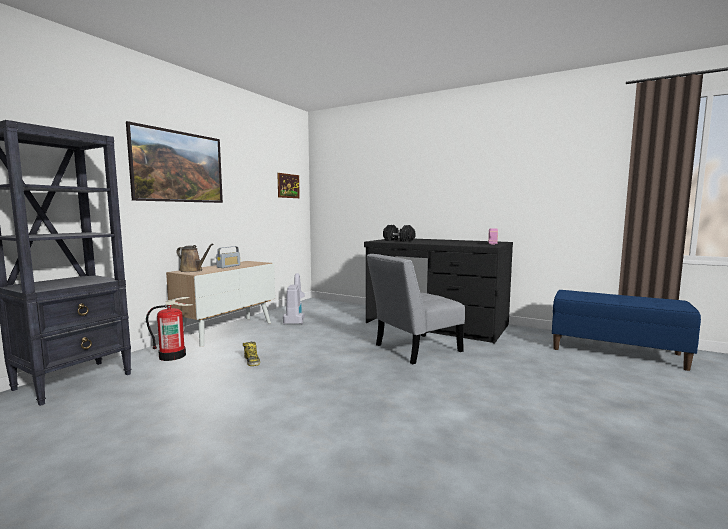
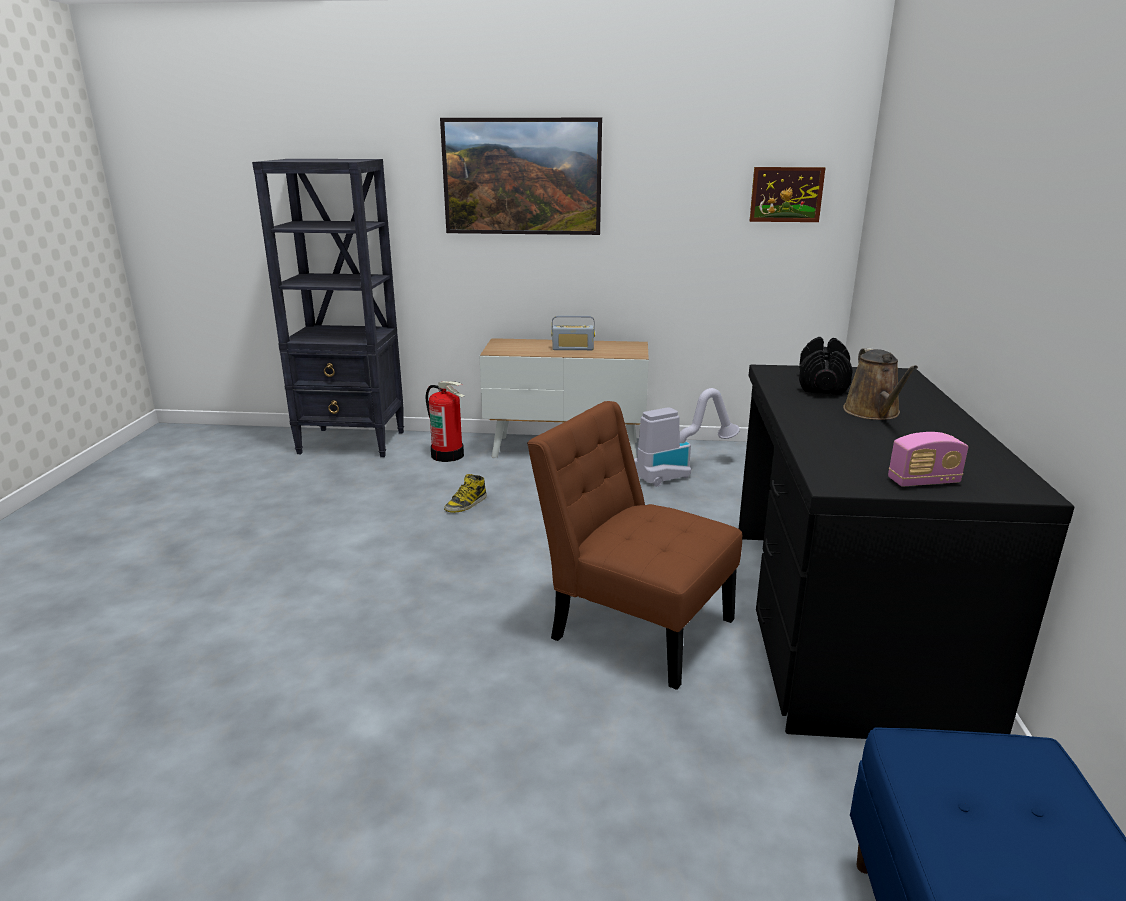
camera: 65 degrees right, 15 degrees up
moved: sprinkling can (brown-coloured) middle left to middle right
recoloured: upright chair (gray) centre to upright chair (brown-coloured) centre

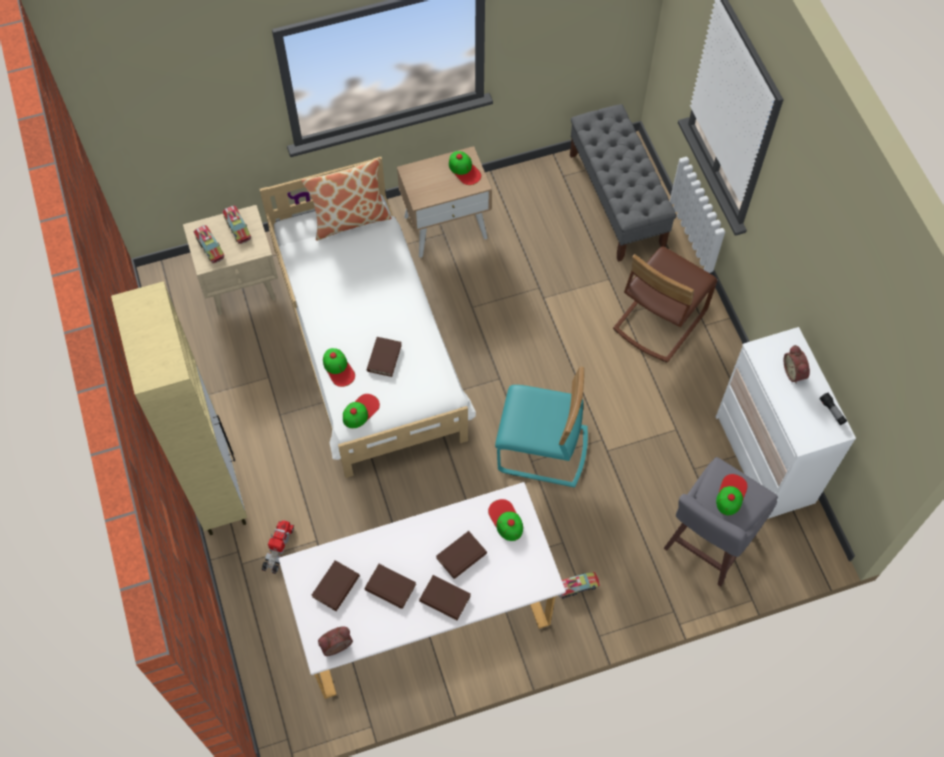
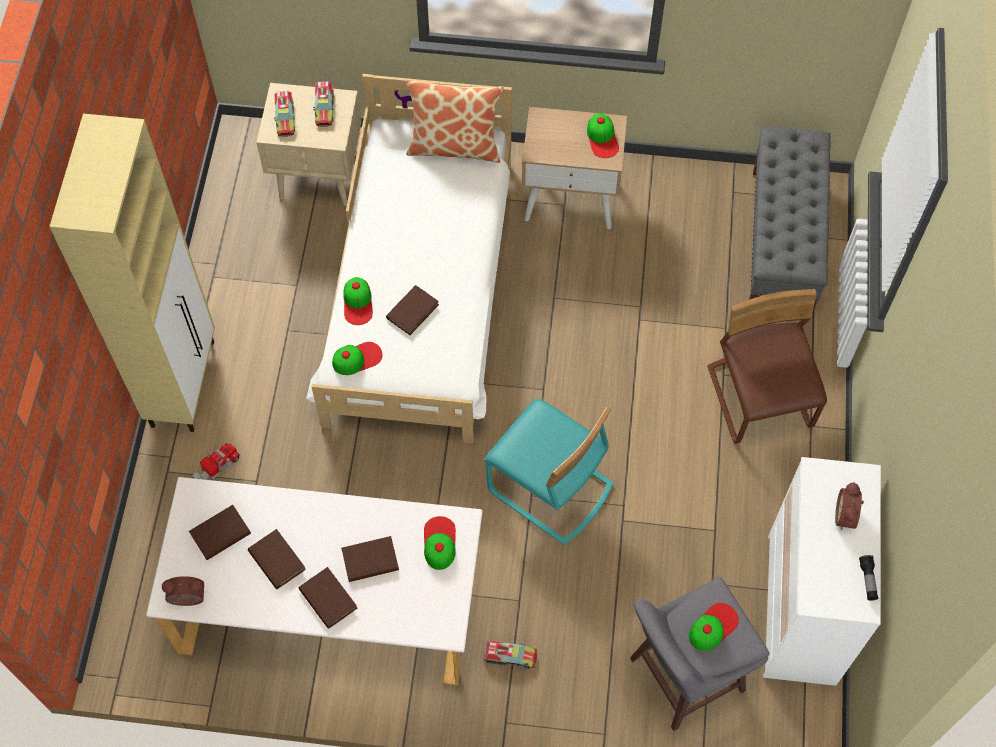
camera: 25 degrees right, 0 degrees up
turned: upright chair (brown-coloured) middle right = middle right 105 degrees clockwise

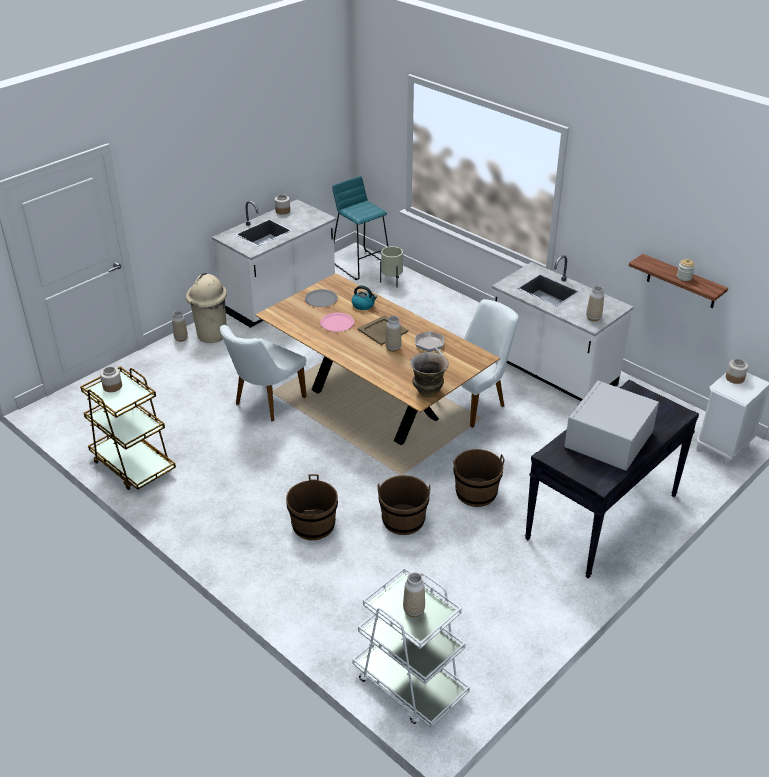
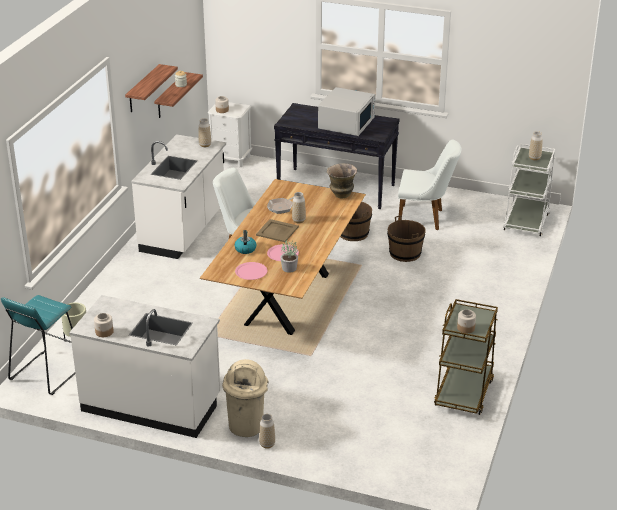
camera: 115 degrees left, 5 degrees down
removed: pail (brown-coloured) (1st from left) centre
added: shelf (1st from left) top left; houseplant centre
moved: upright chair (white-coloured) (1st from left in the first image) centre to upright chair (white-coloured) (2nd from left) middle right
recoloured: flat dish (gray) centre to flat dish (pinkish) (1st from left) centre
turned: microwave (white-coloured) middle right = top centre 75 degrees counterclockwise

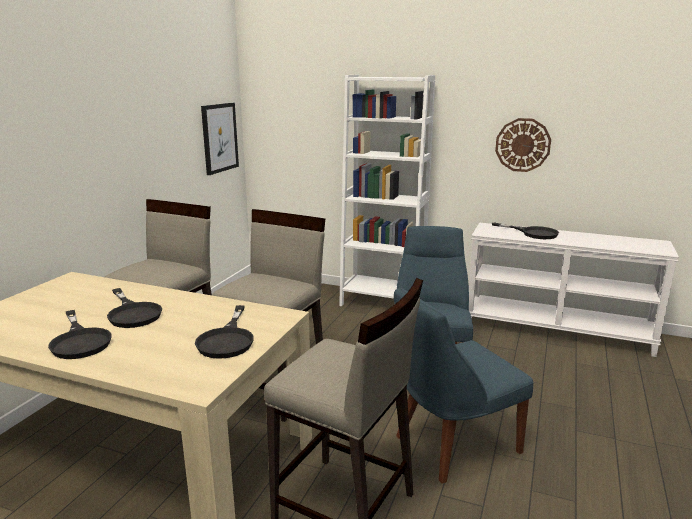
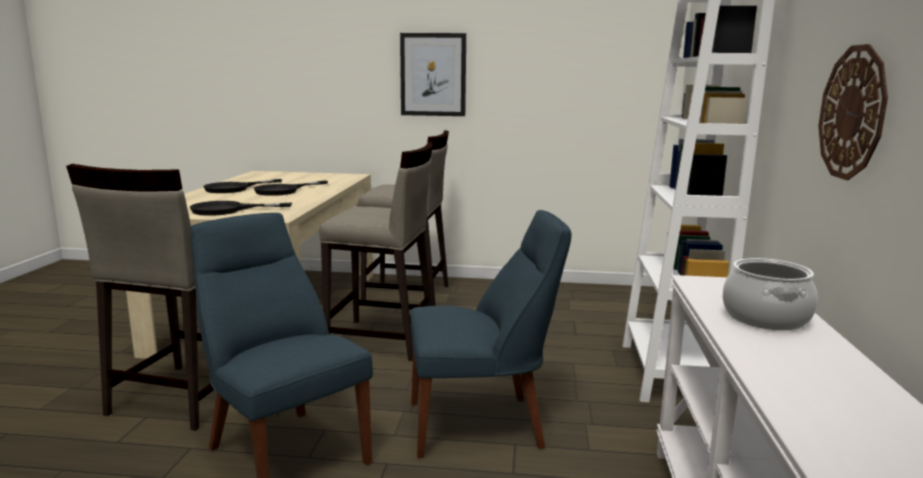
camera: 75 degrees right, 5 degrees down
moved: wall art top left to top centre
replaced: frying pan (black) (4th from left) middle right to cooking pot middle right

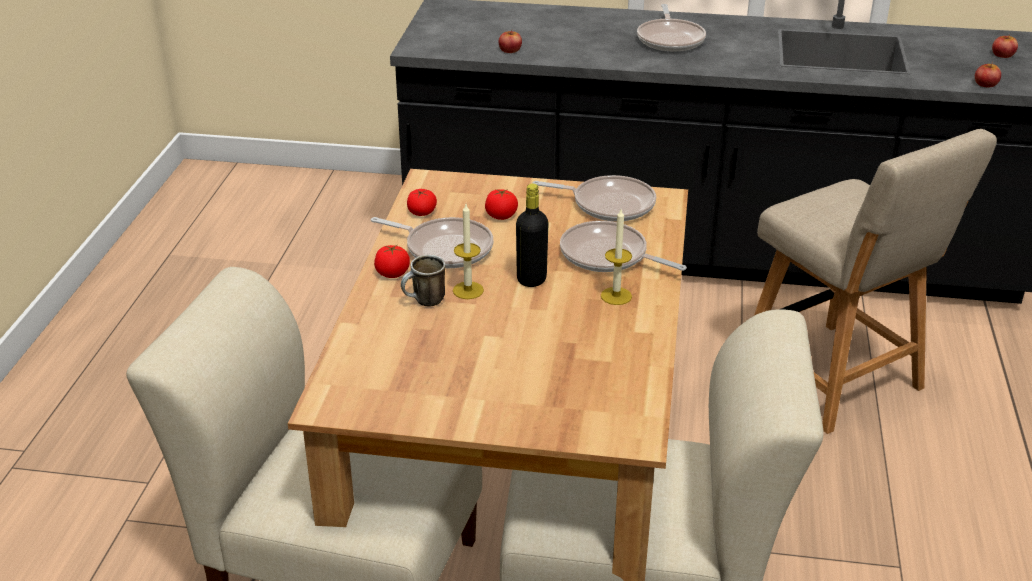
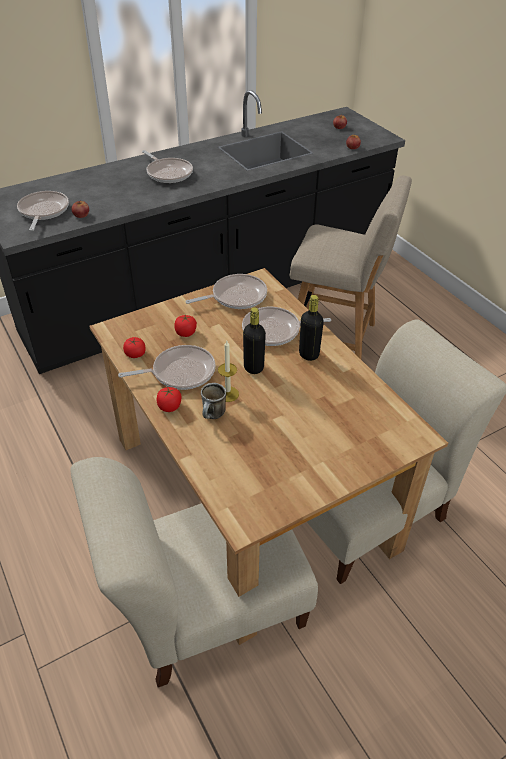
camera: 40 degrees left, 10 degrees up
added: frying pan (1st from left) top left
replaced: wax candle (2nd from left) centre to bottle (black) (2nd from left) centre

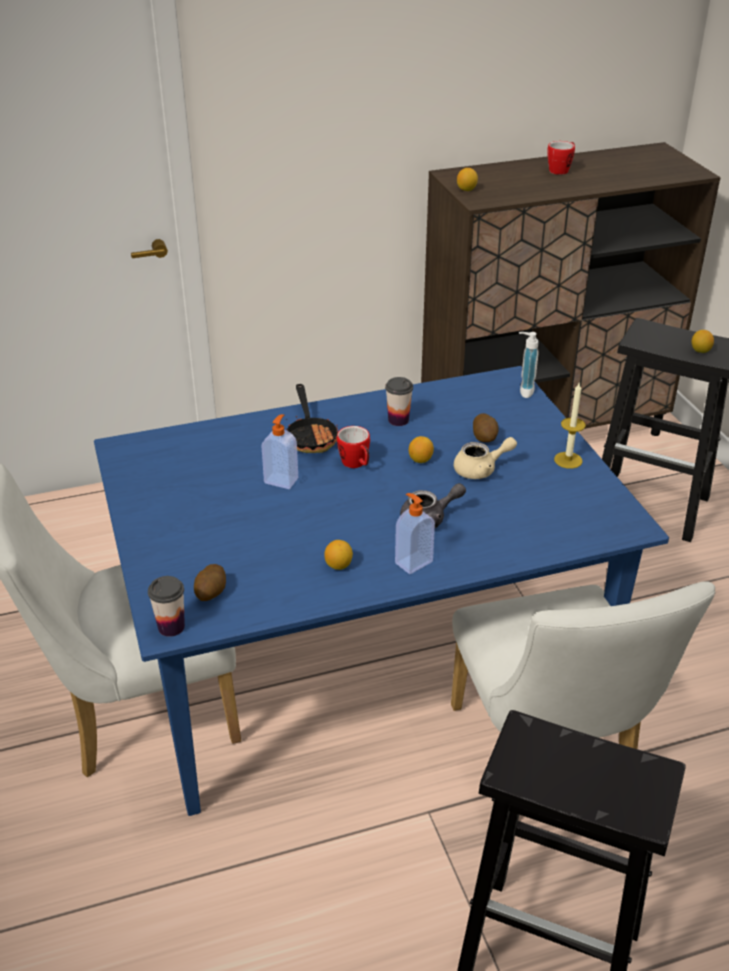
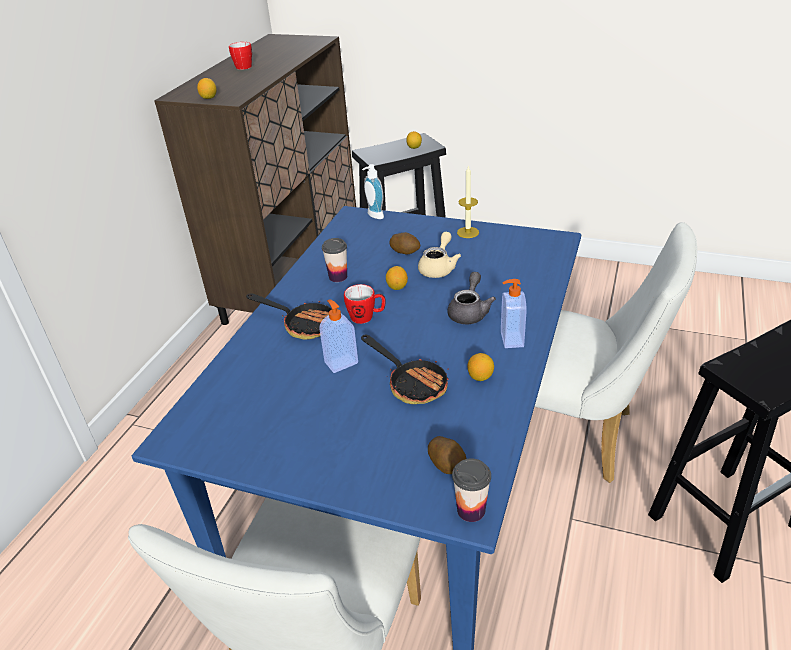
camera: 50 degrees left, 0 degrees up
added: frying pan (2nd from left) centre

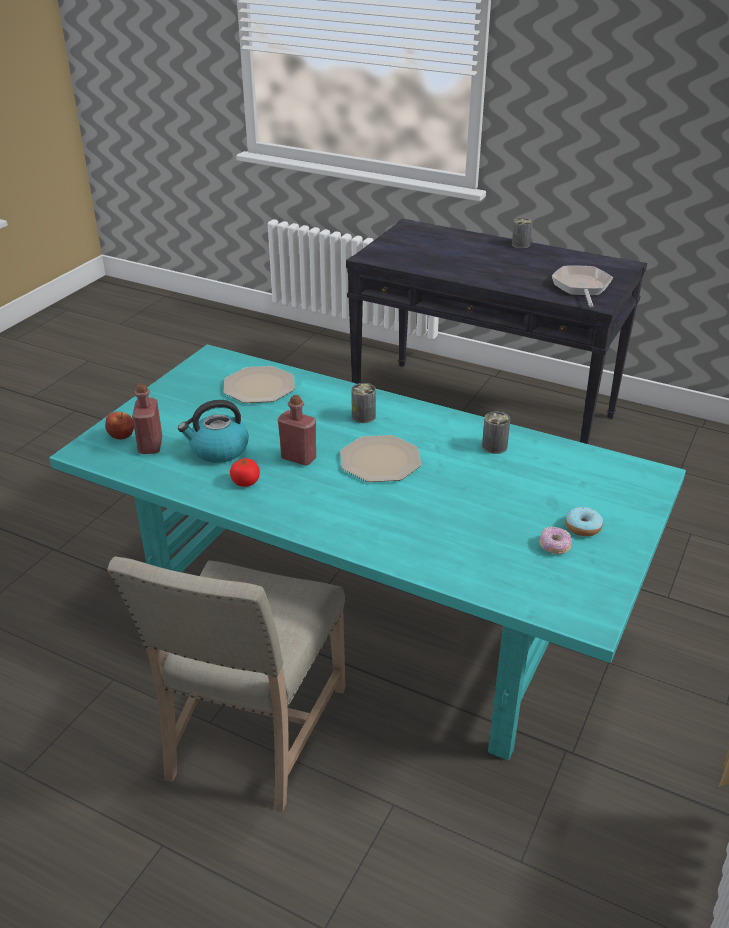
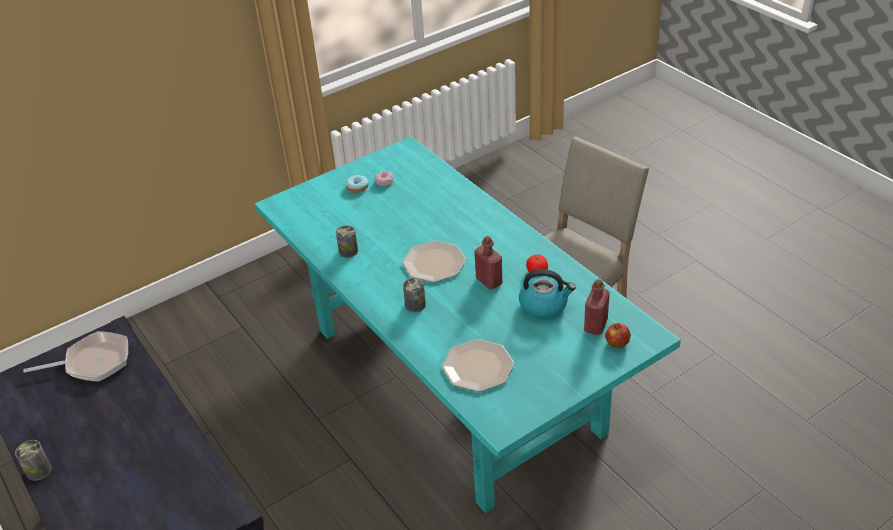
camera: 150 degrees left, 5 degrees up
turned: frying pan top right = bottom left 135 degrees counterclockwise

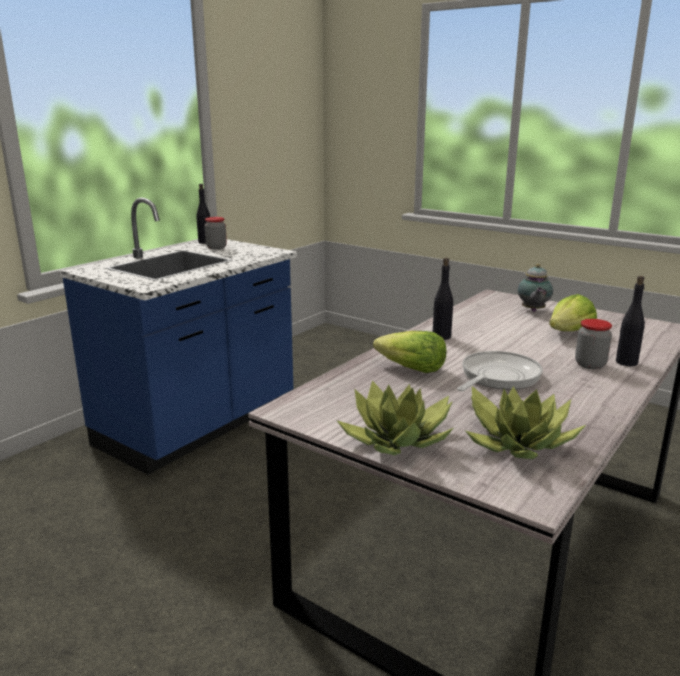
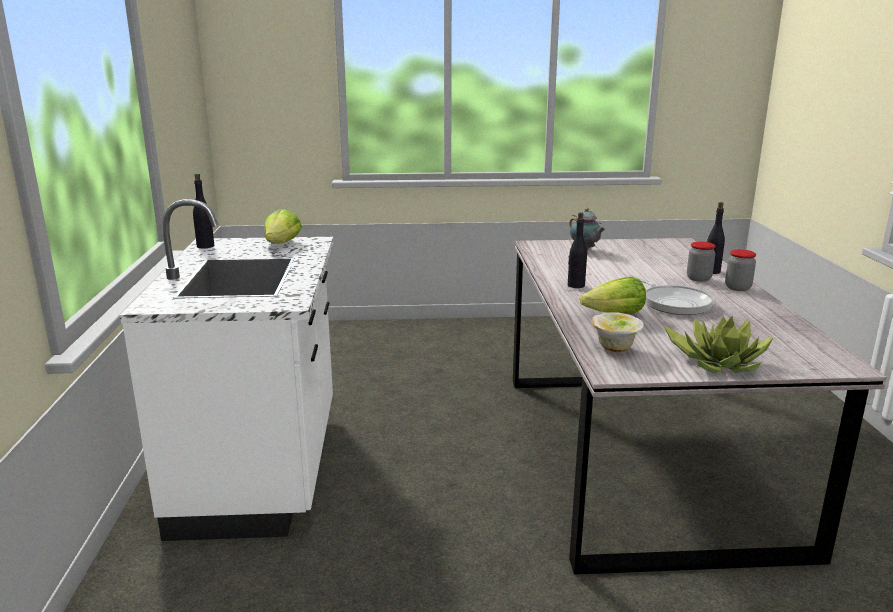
camera: 40 degrees left, 0 degrees up
removed: houseplant (2nd from left) middle right
added: deep dish middle right
moved: lettuce head (2nd from left in the first image) middle right to lettuce head (1st from left) middle left; preserve jar (1st from left in the first image) middle left to preserve jar (2nd from left) middle right
recoloured: kitchen counter (blue-coloured) middle left to kitchen counter (white-coloured) middle left
turned: frying pan middle right = middle right 150 degrees clockwise

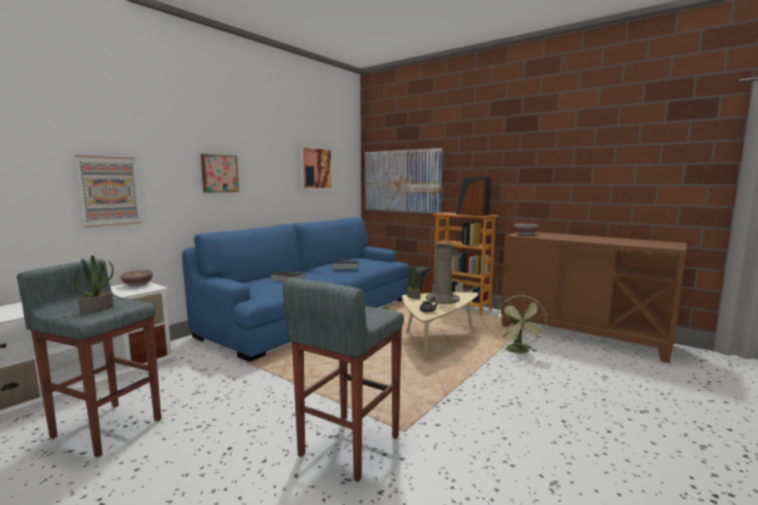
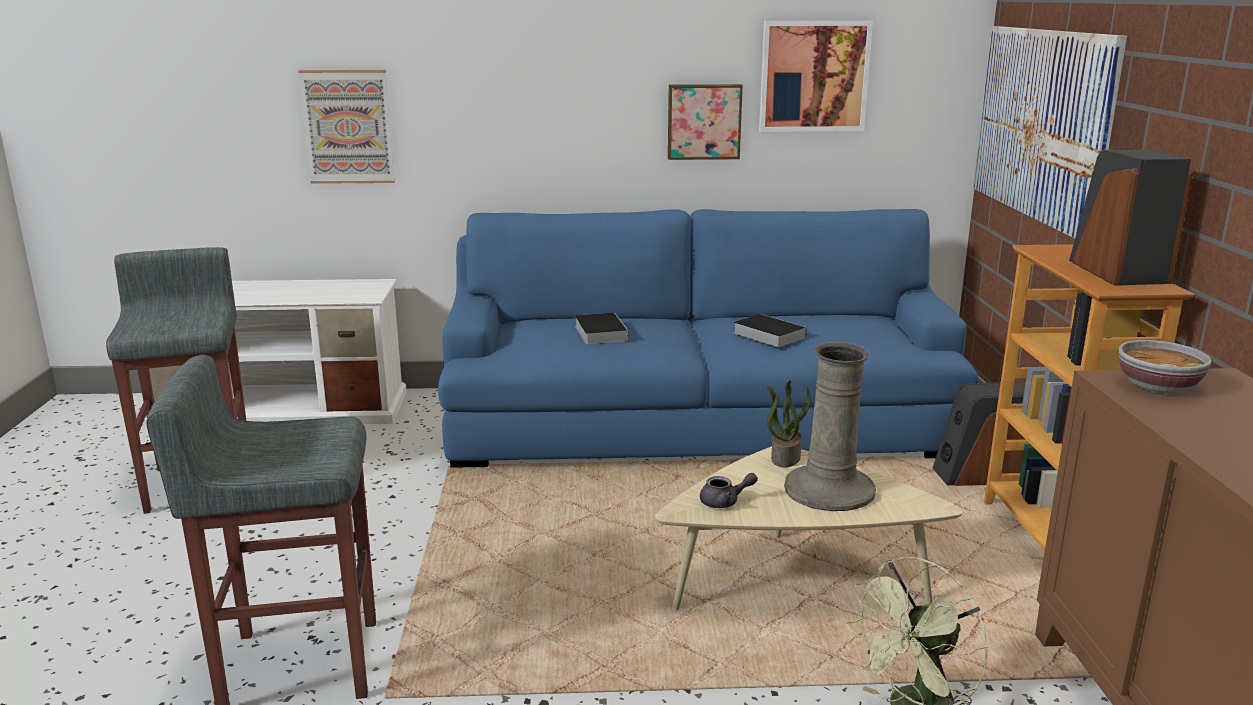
camera: 50 degrees right, 10 degrees up
removed: houseplant (1st from left) middle left; deep dish (1st from left) middle left
moved: wall art (2nd from left) middle left to top centre

